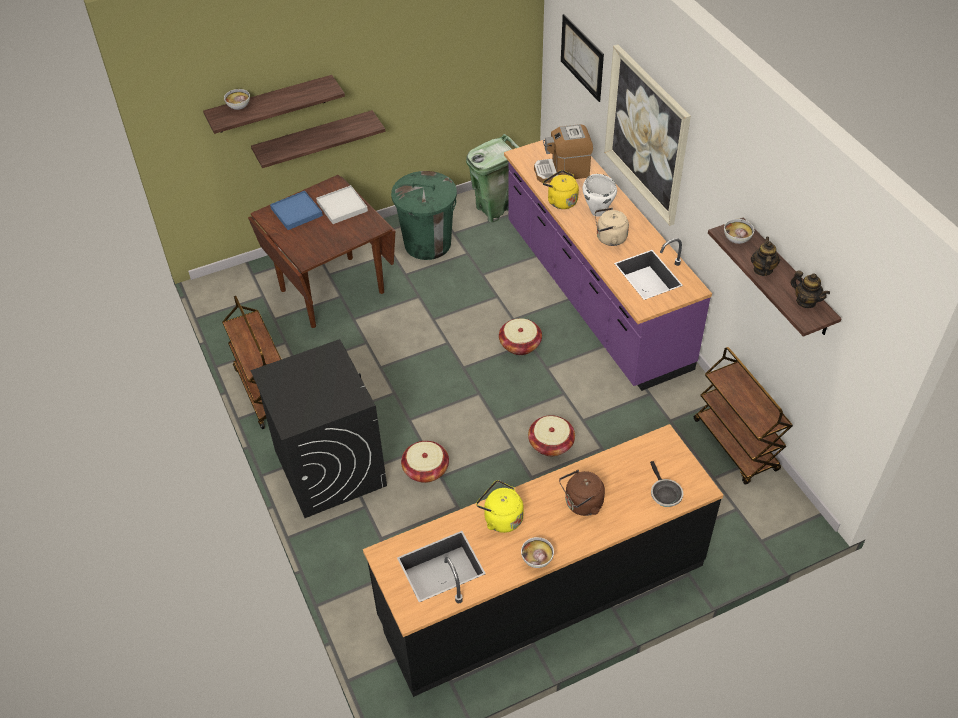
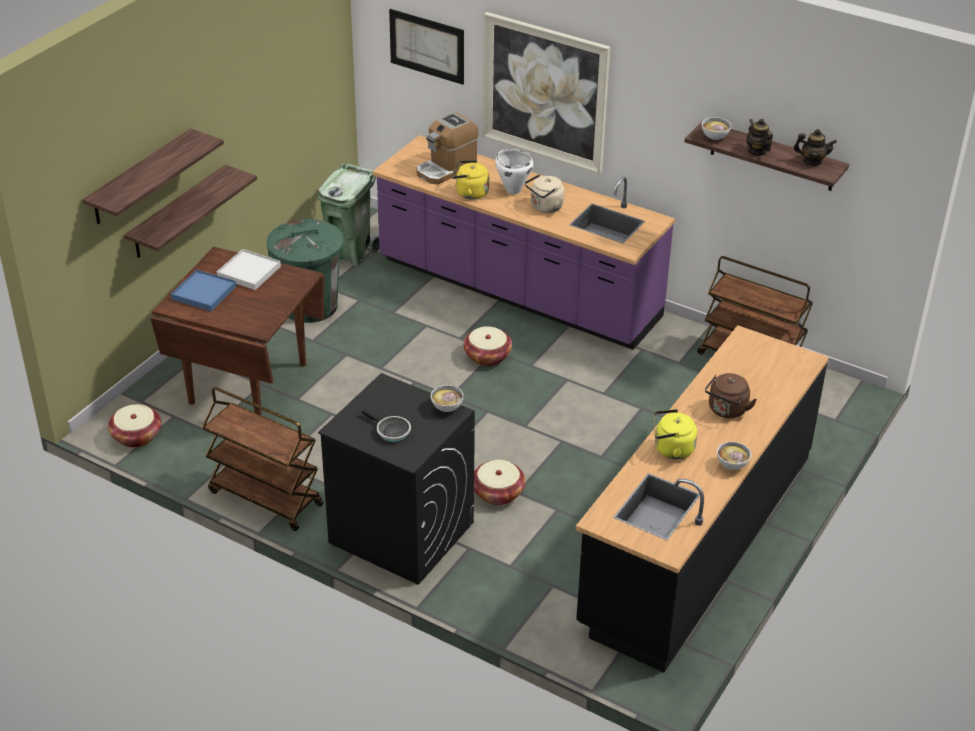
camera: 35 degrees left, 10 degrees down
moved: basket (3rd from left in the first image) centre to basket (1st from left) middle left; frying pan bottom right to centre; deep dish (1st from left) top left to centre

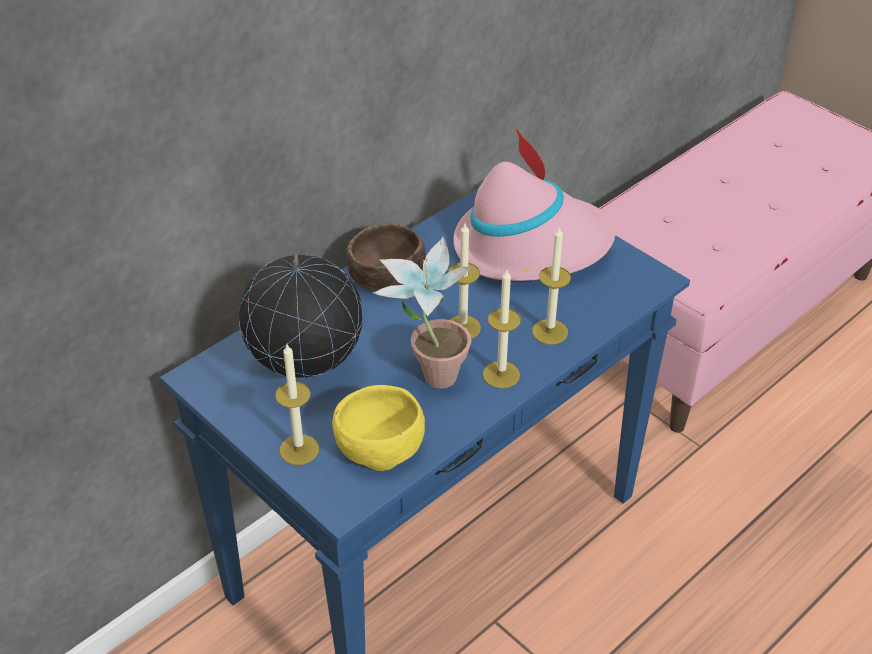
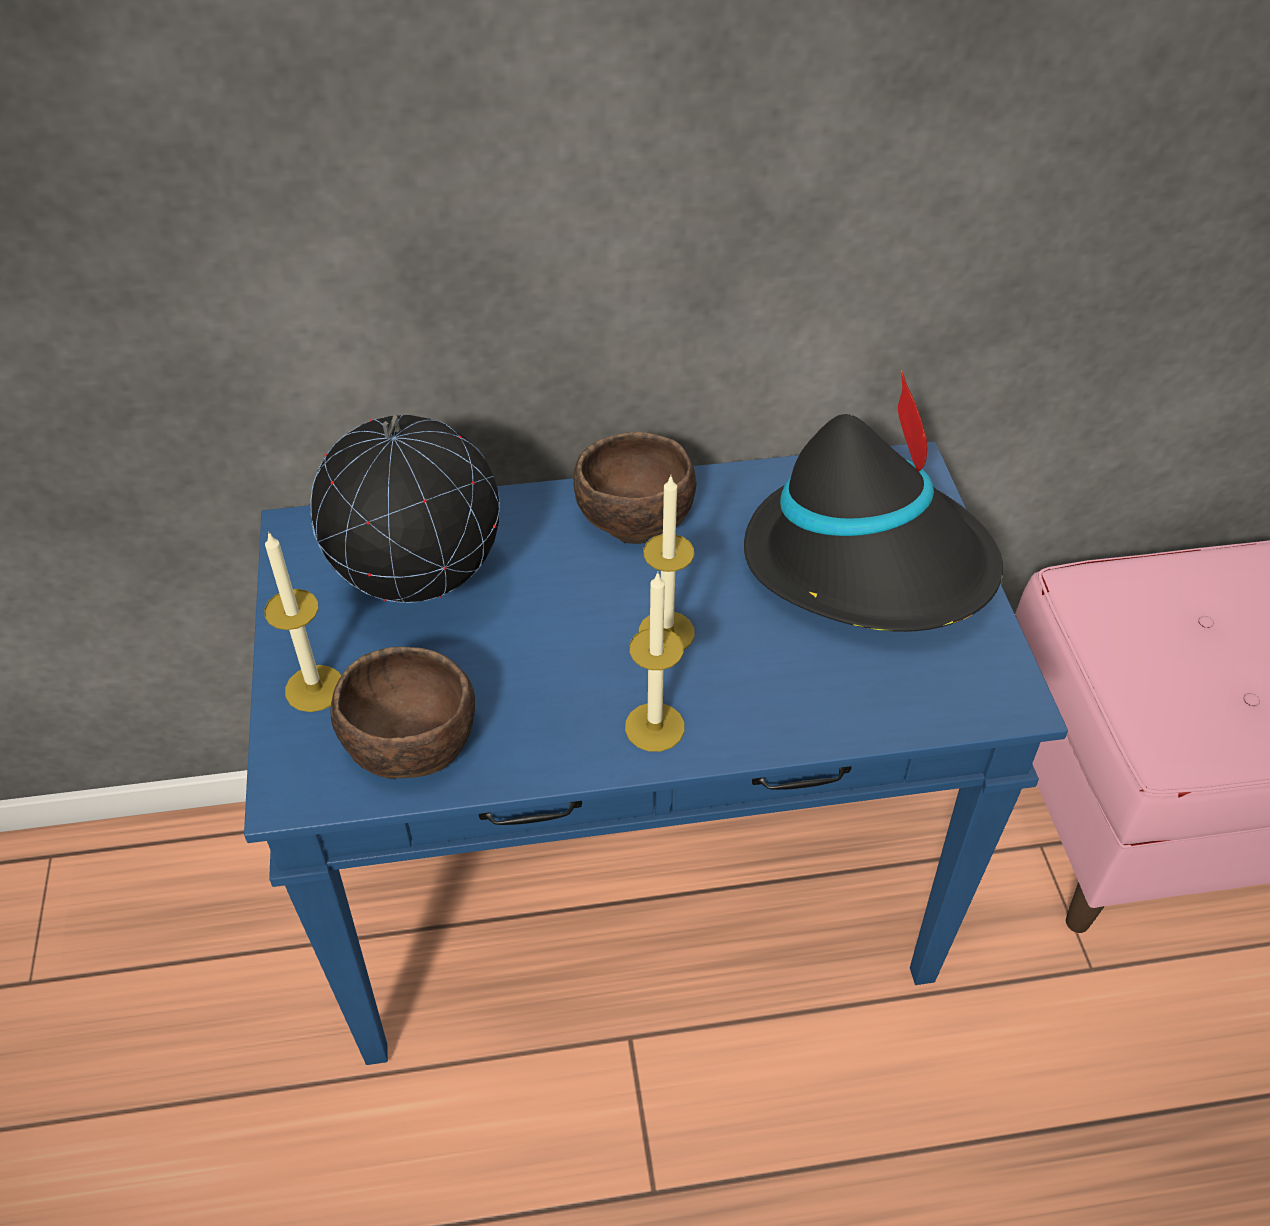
camera: 35 degrees right, 5 degrees up
removed: houseplant centre; wax candle (4th from left) centre
recoloured: deep dish (yellow) centre to deep dish (brown-coloured) (1st from left) middle left; hat (pinkish) top centre to hat (black) middle right

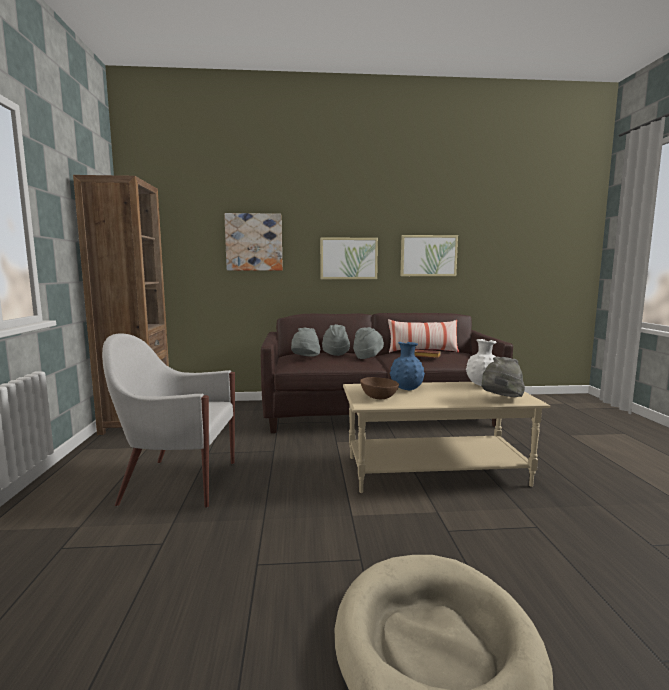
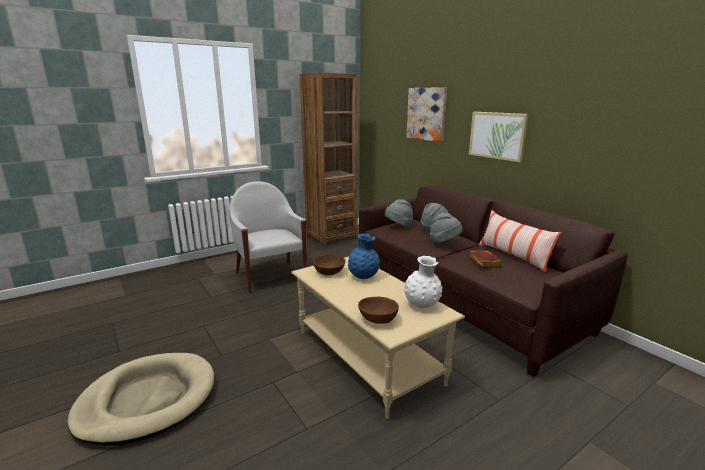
camera: 60 degrees right, 10 degrees up
removed: wall art (3rd from left) centre
replaced: hat (gray) (4th from left) middle right to deep dish (brown-coloured) (2nd from left) centre

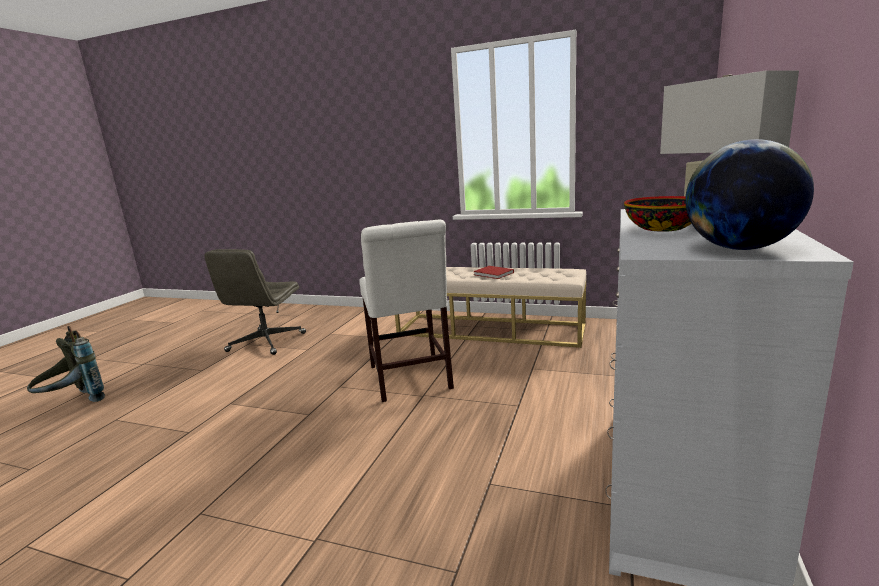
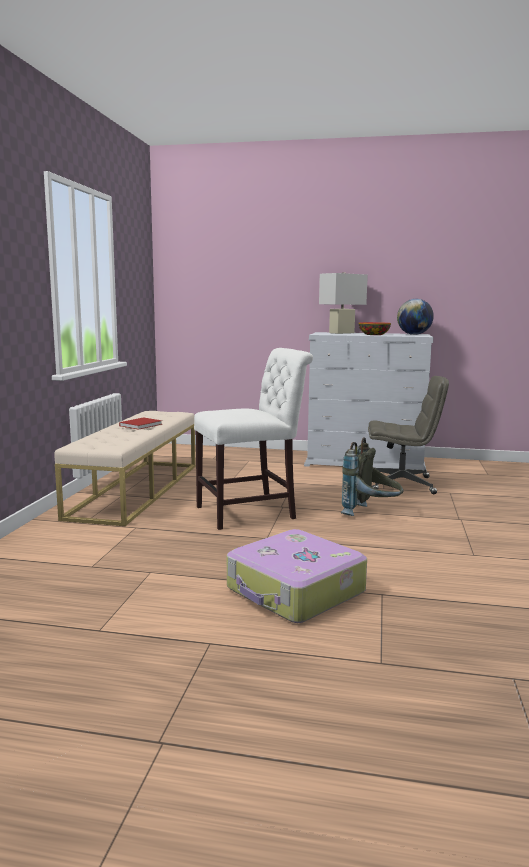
camera: 100 degrees left, 5 degrees down
added: suitcase centre
moved: backpack (gray) middle left to middle right; office chair (gray) middle left to middle right

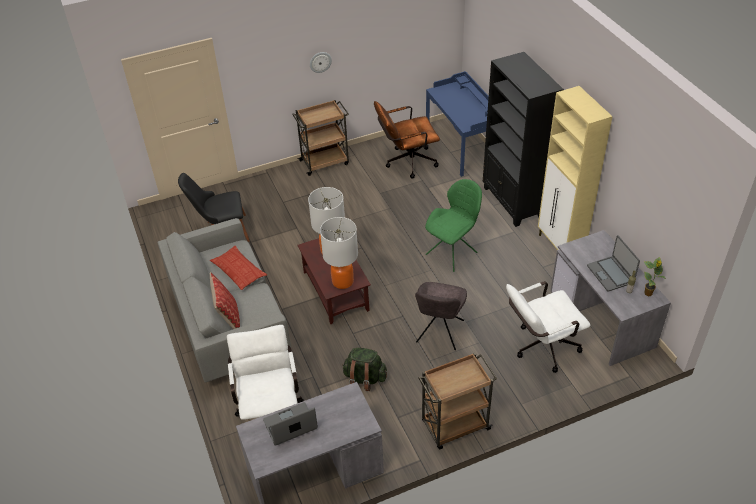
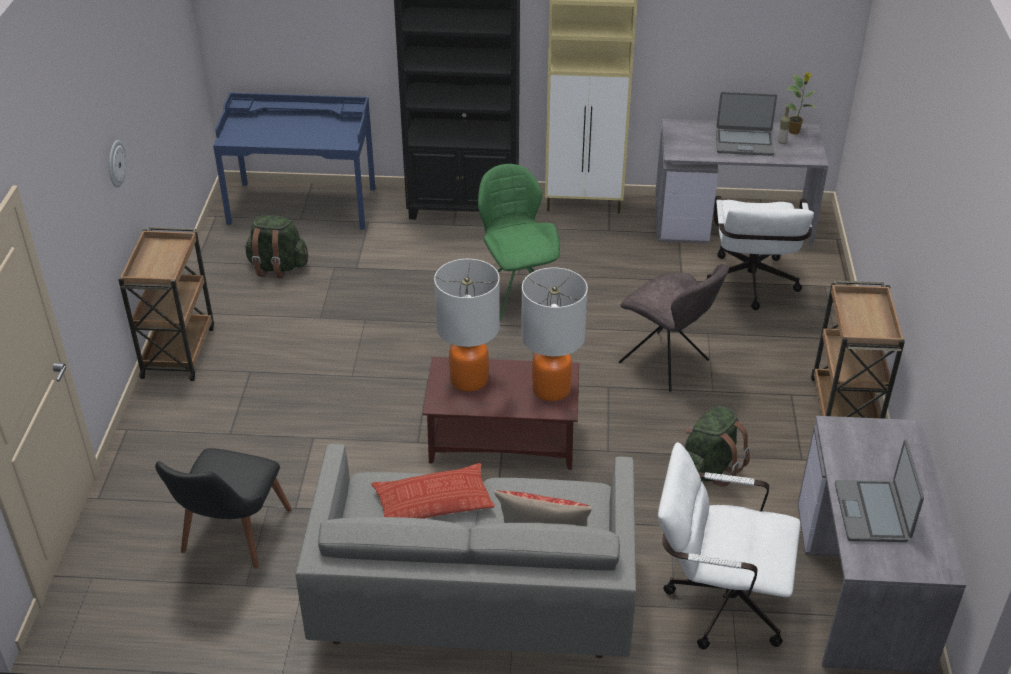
camera: 65 degrees left, 5 degrees down
replaced: office chair (brown-coloured) top centre to backpack (green) (1st from left) middle left

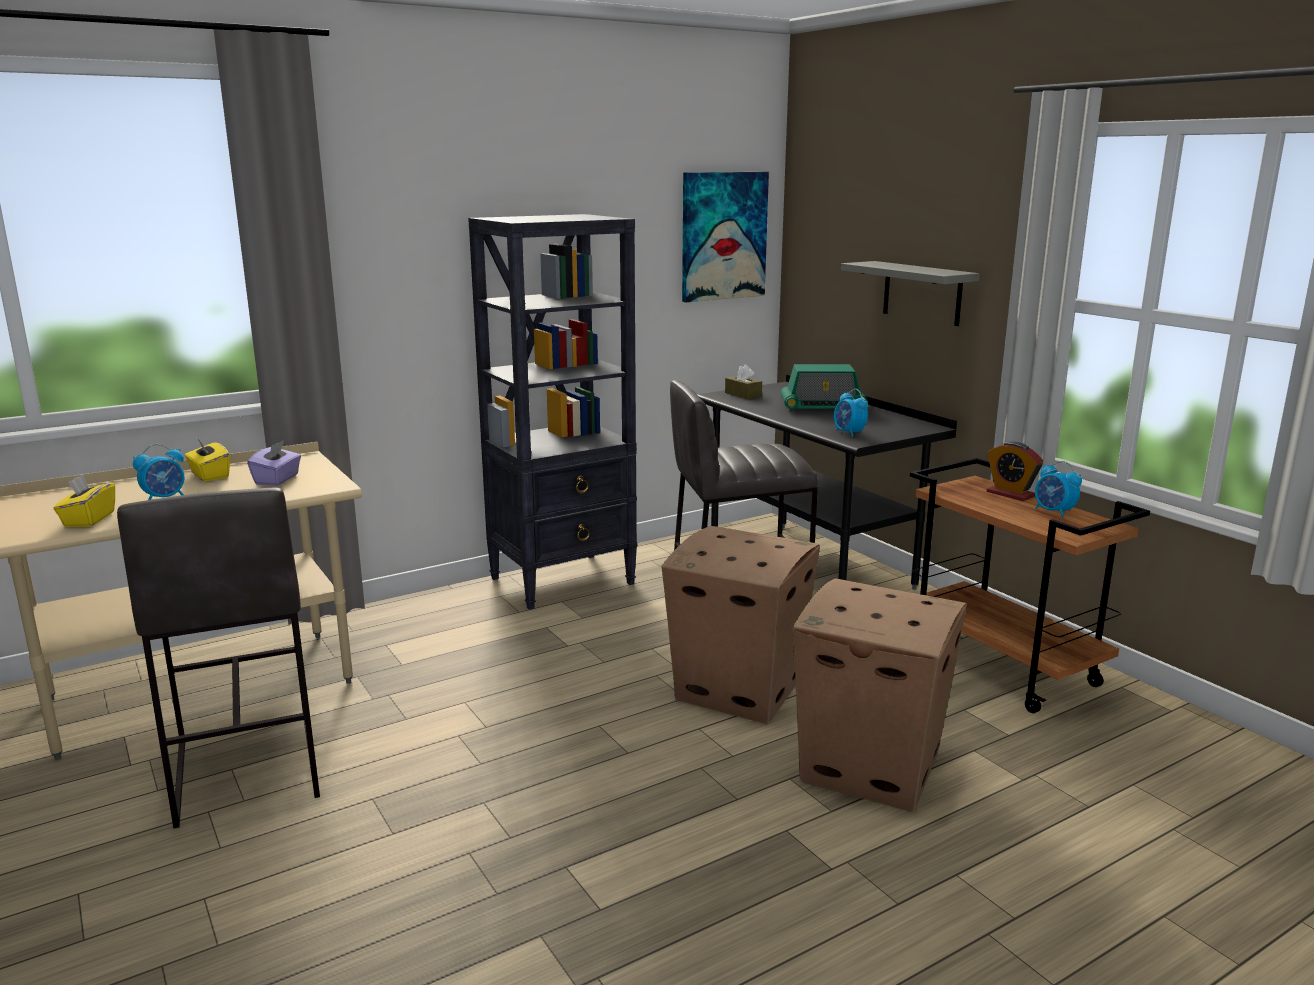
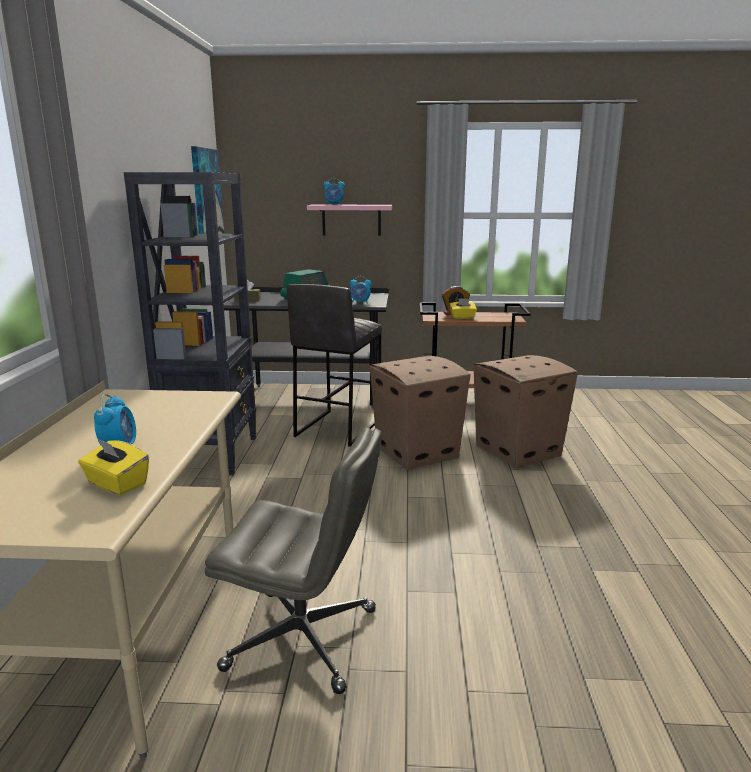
camera: 55 degrees left, 0 degrees up
removed: tissue box (purplish) middle left
moved: alarm clock (4th from left in the first image) middle right to alarm clock (2nd from left) top centre; tissue box (yellow) (2nd from left) middle left to centre
replaced: sitting stool (gray) (1st from left) bottom left to office chair (gray) bottom centre
recoloured: shelf (gray) top right to shelf (pinkish) top centre

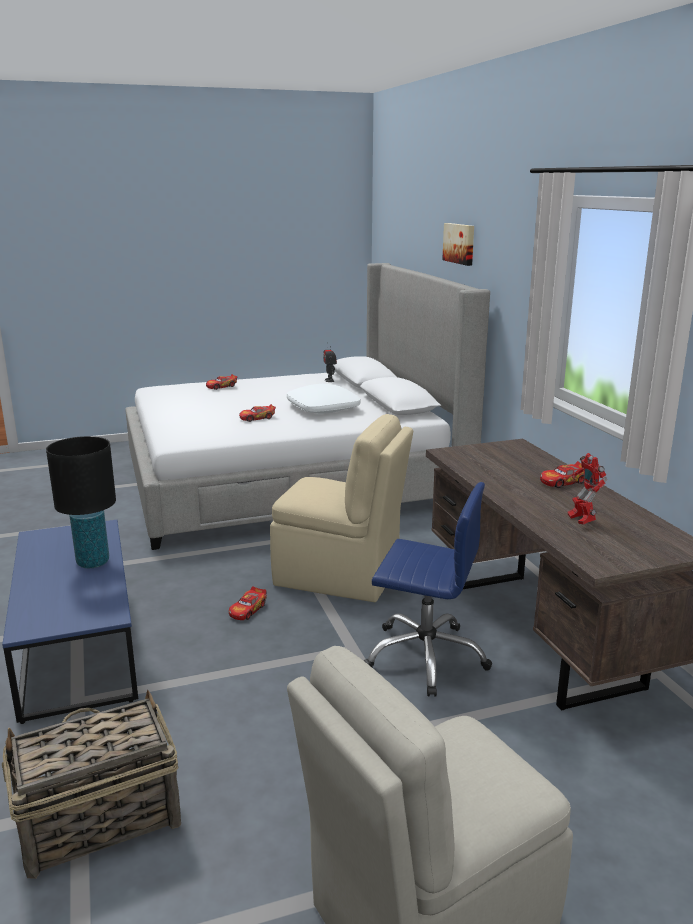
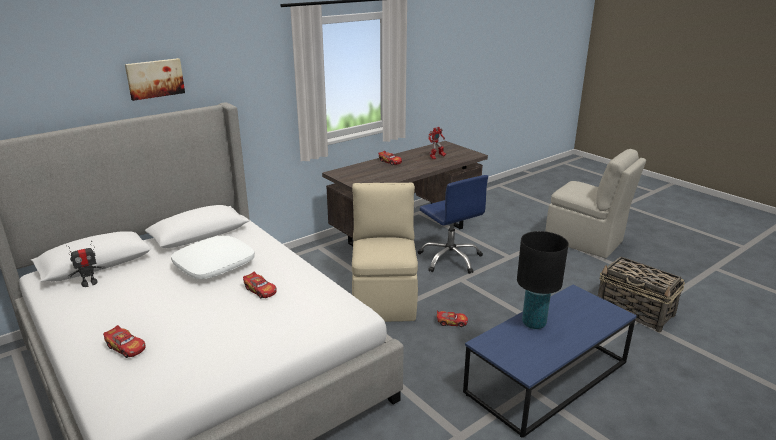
camera: 110 degrees left, 5 degrees up
turned: office chair (blue-coloured) centre = centre 150 degrees clockwise

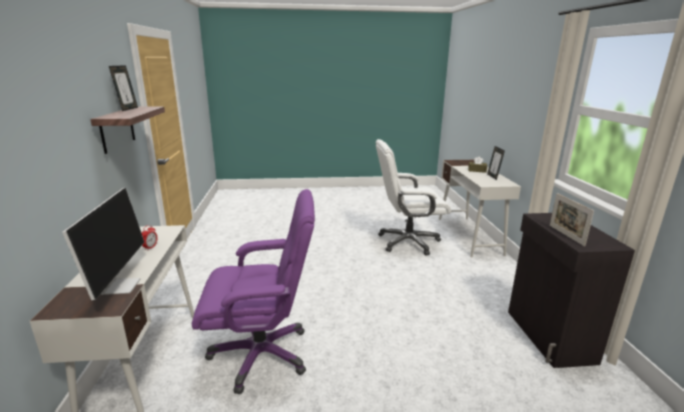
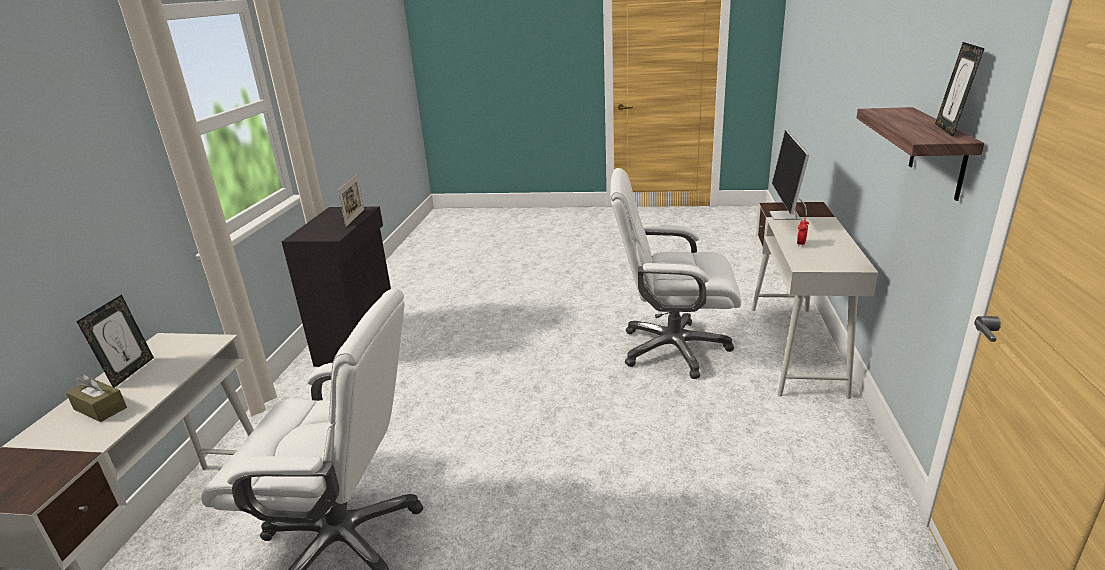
camera: 165 degrees left, 5 degrees up
recoloured: office chair (purplish) bottom centre to office chair (white-coloured) (2nd from left) centre

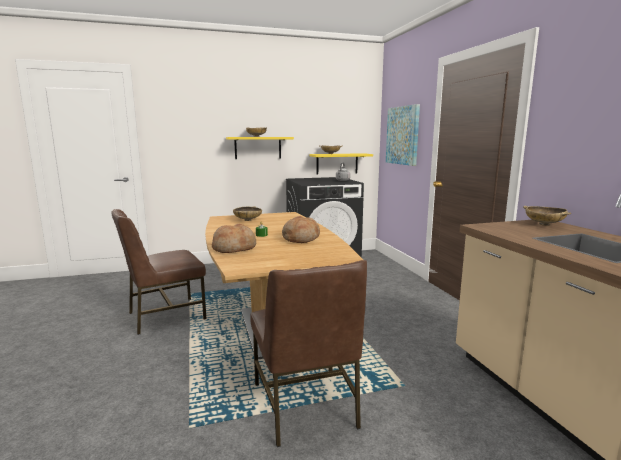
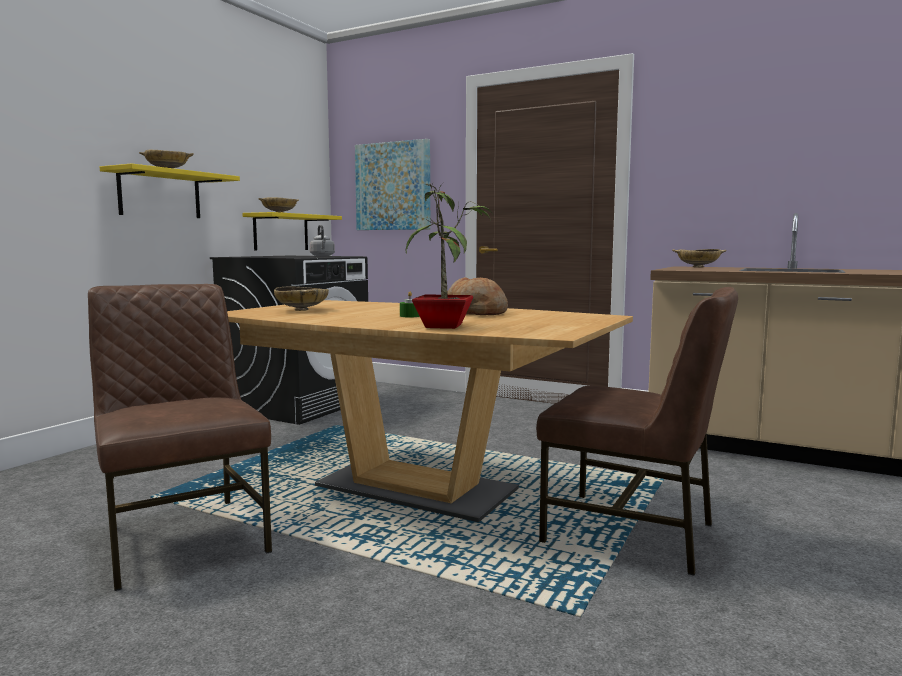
camera: 45 degrees left, 5 degrees down
replaced: bakery bread (1st from left) centre to houseplant centre
turned: upright chair (brown-coloured) (1st from left) middle left = middle left 135 degrees clockwise

